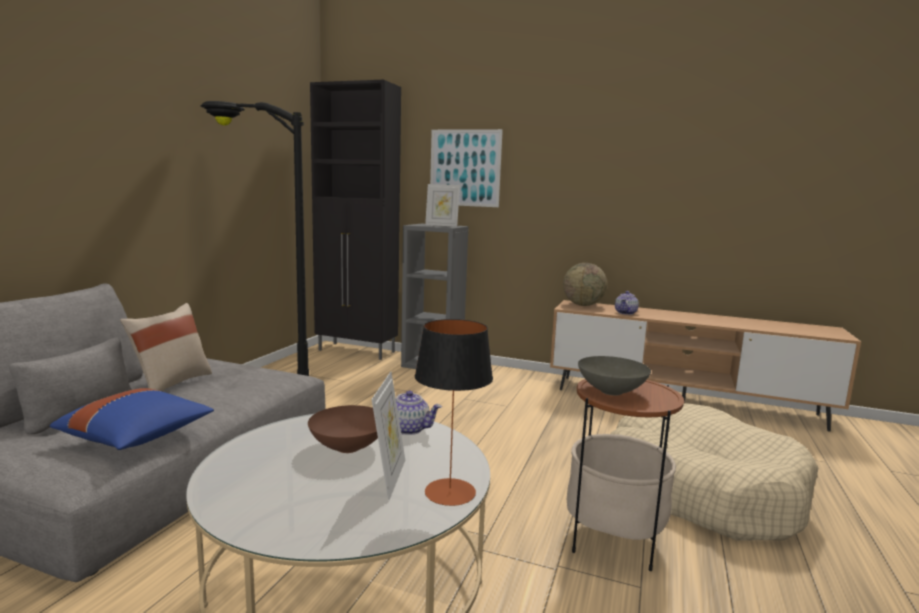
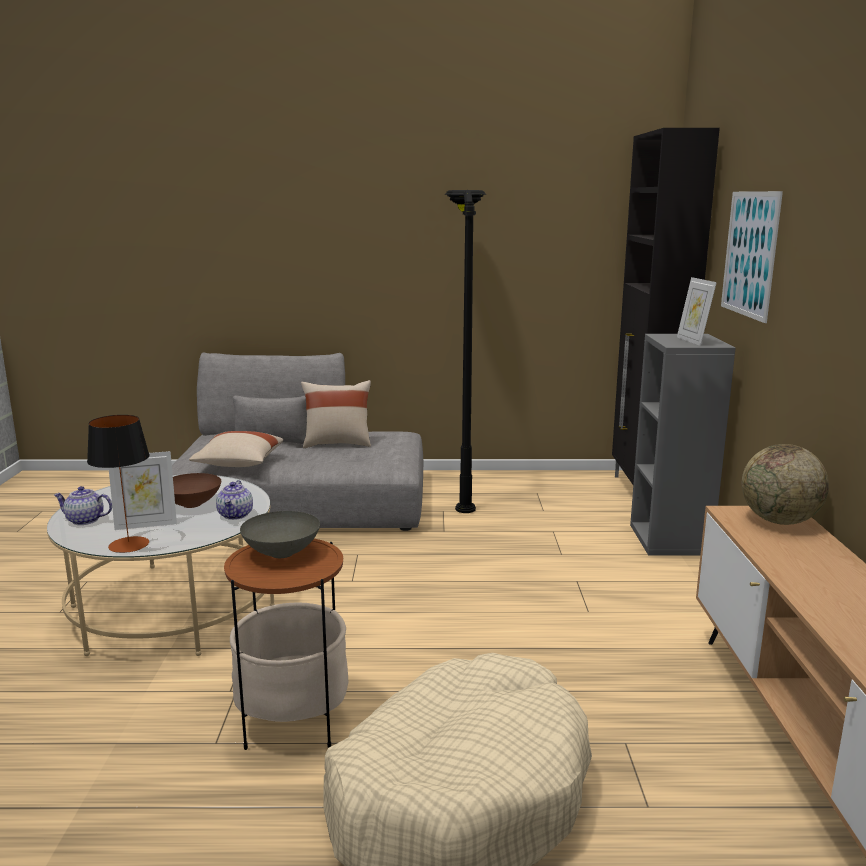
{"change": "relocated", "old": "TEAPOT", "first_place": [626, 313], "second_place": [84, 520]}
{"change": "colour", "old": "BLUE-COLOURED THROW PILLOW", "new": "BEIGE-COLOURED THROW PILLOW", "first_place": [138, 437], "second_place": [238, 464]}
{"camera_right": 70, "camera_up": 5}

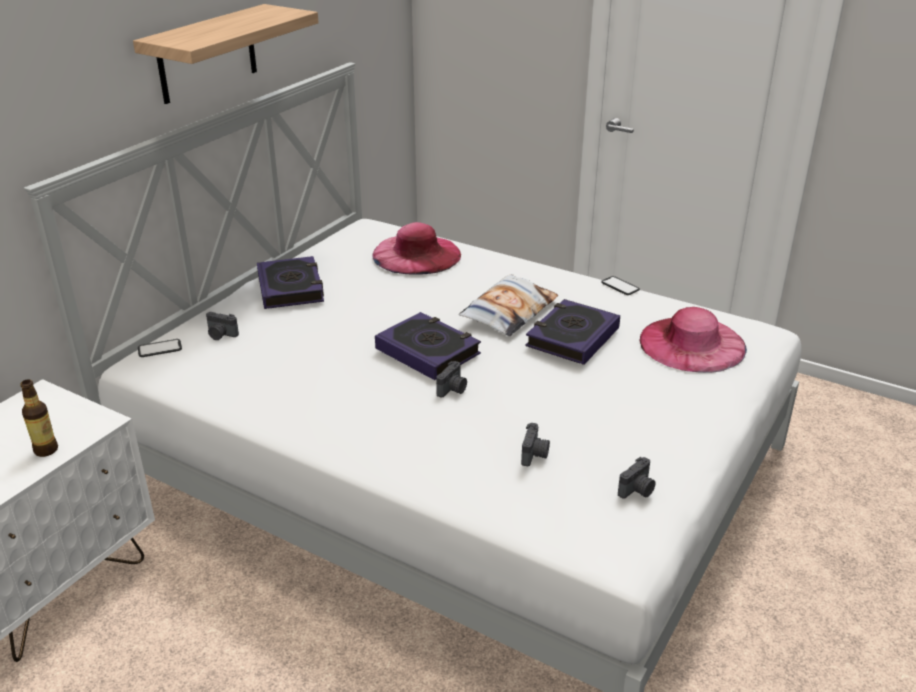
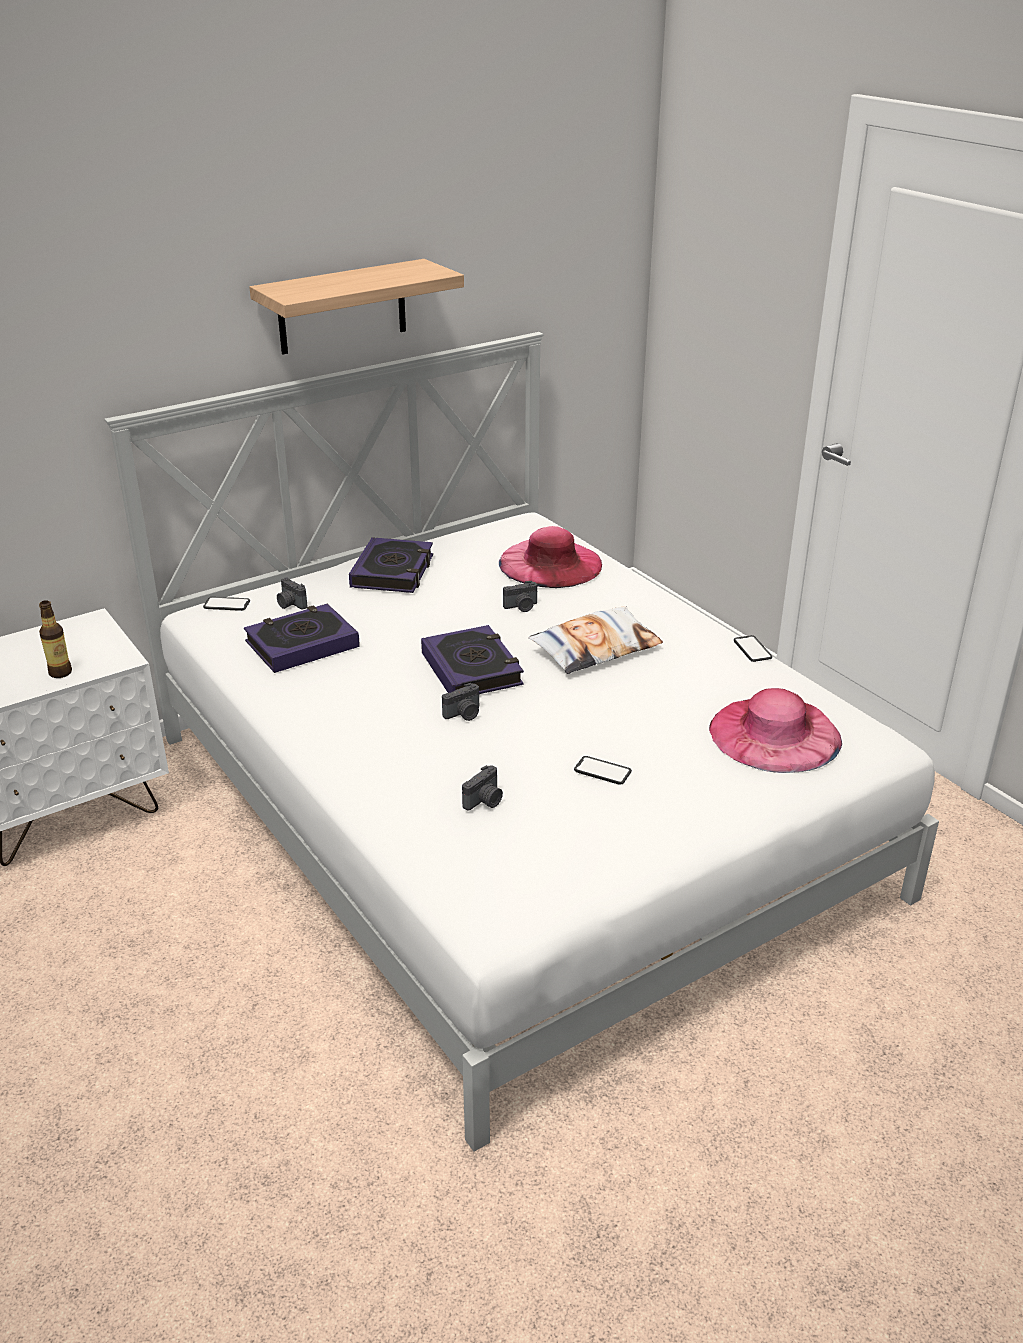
{"change": "relocated", "old": "BOOK", "first_place": [572, 337], "second_place": [302, 644]}
{"change": "relocated", "old": "STILL CAMERA", "first_place": [637, 490], "second_place": [521, 607]}
{"change": "appeared", "new": "HANDSET", "second_place": [602, 771]}
{"camera_right": 25, "camera_up": 0}

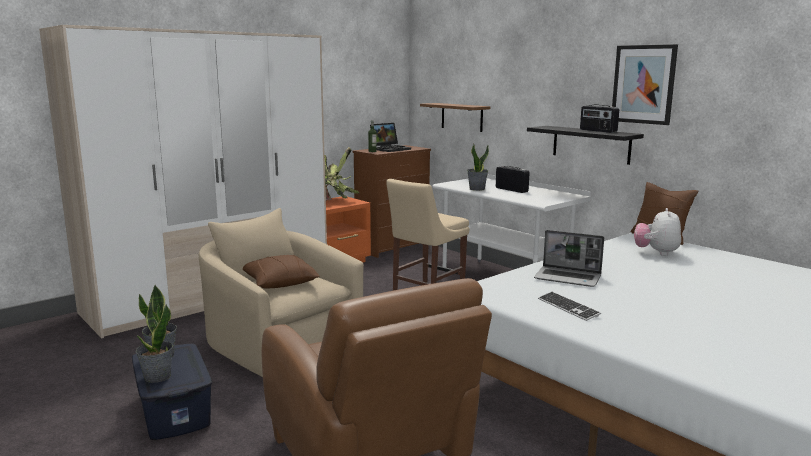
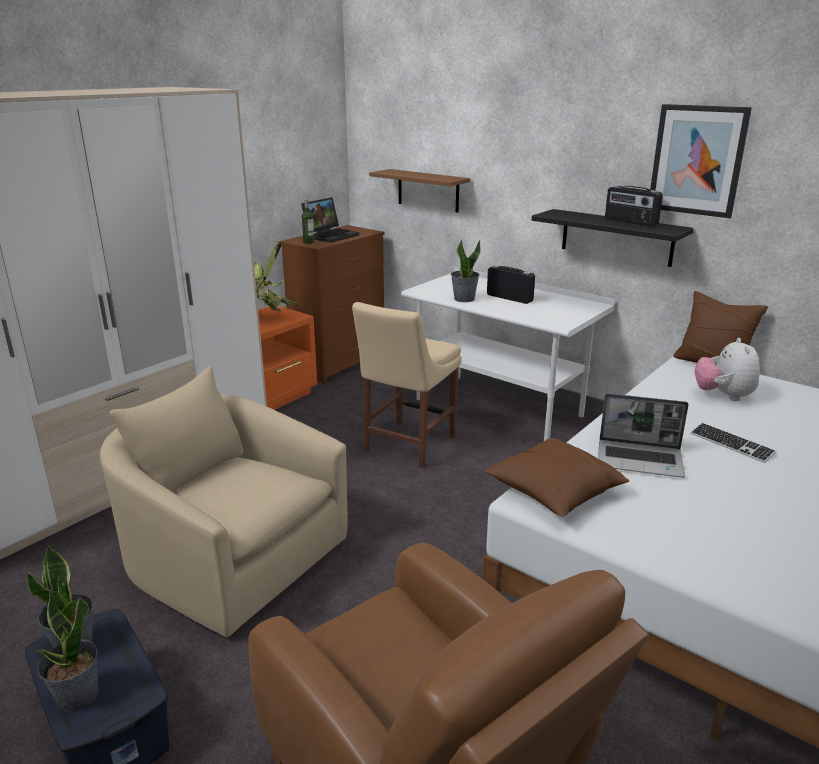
{"change": "relocated", "old": "BROWN THROW PILLOW", "first_place": [279, 283], "second_place": [553, 492]}
{"change": "relocated", "old": "PC KEYBOARD", "first_place": [568, 307], "second_place": [731, 444]}
{"camera_right": -10, "camera_up": 10}

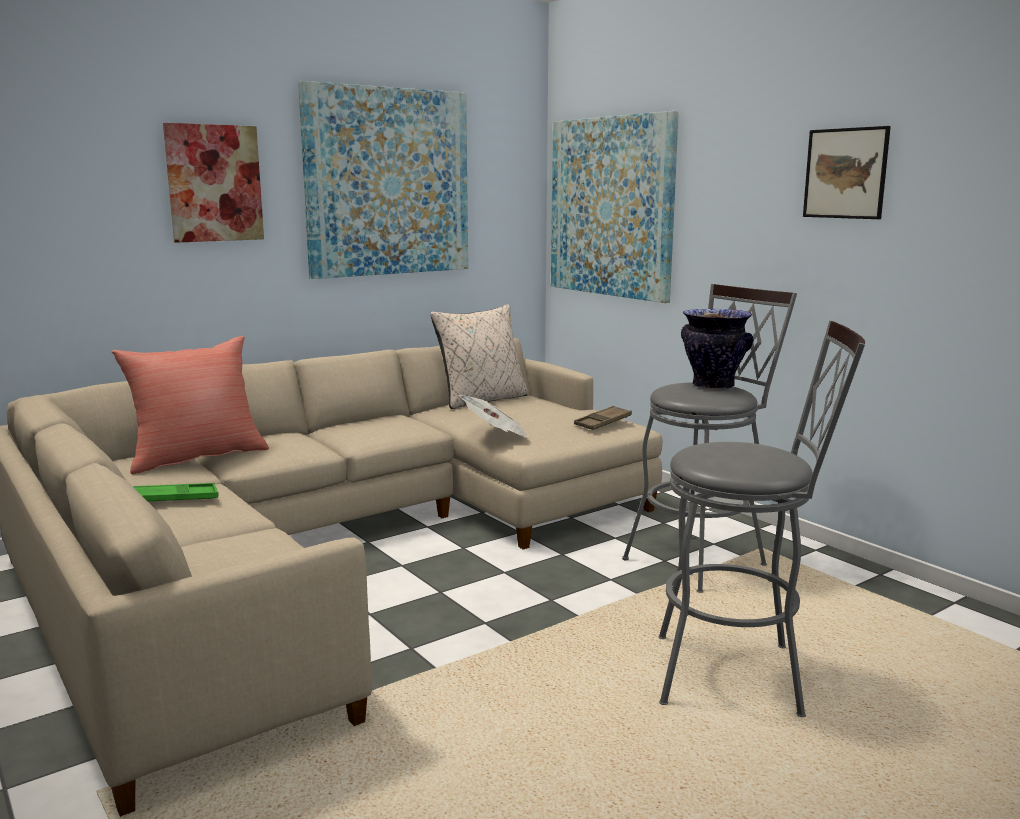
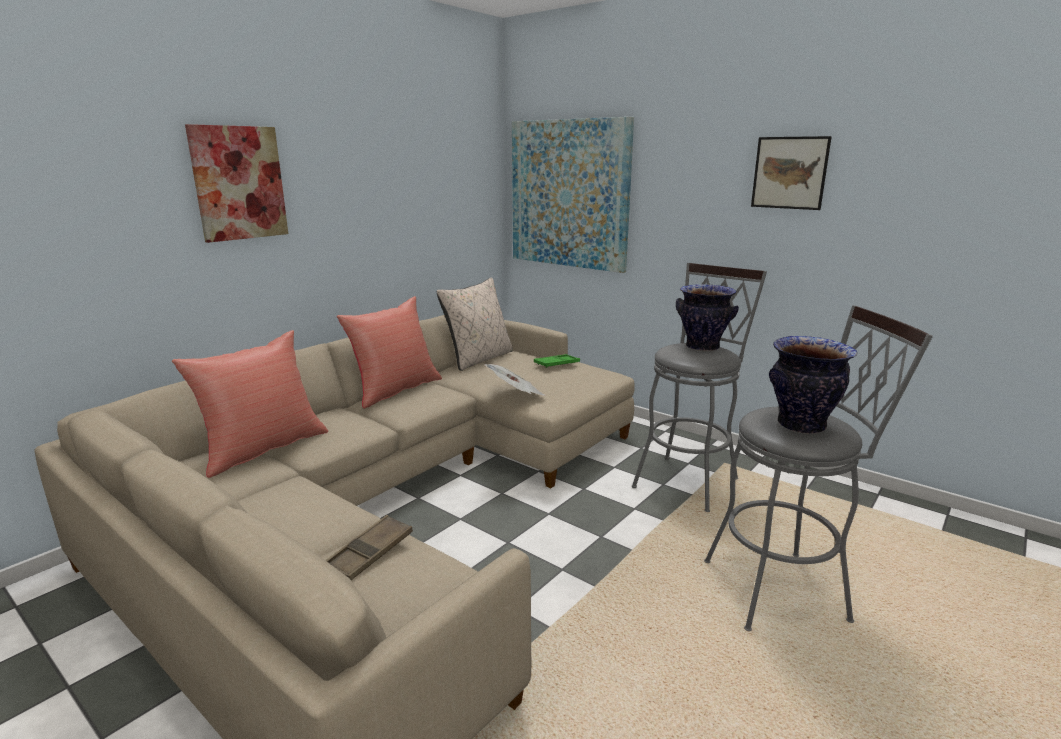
{"change": "relocated", "old": "BROWN TRAY", "first_place": [603, 422], "second_place": [370, 552]}
{"change": "appeared", "new": "RED THROW PILLOW", "second_place": [395, 390]}
{"change": "relocated", "old": "GREEN-COLOURED TRAY", "first_place": [176, 499], "second_place": [557, 364]}
{"change": "appeared", "new": "FLOWER VASE", "second_place": [802, 426]}
{"change": "missing", "old": "WALL ART", "first_place": [388, 182]}
{"camera_right": -15, "camera_up": 5}

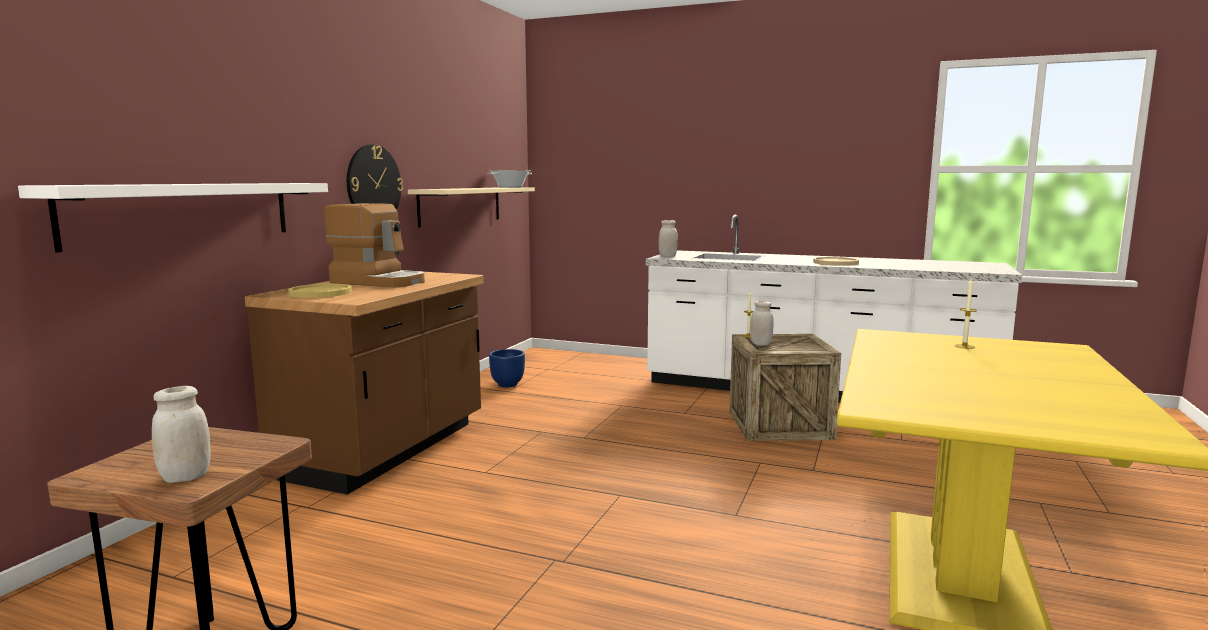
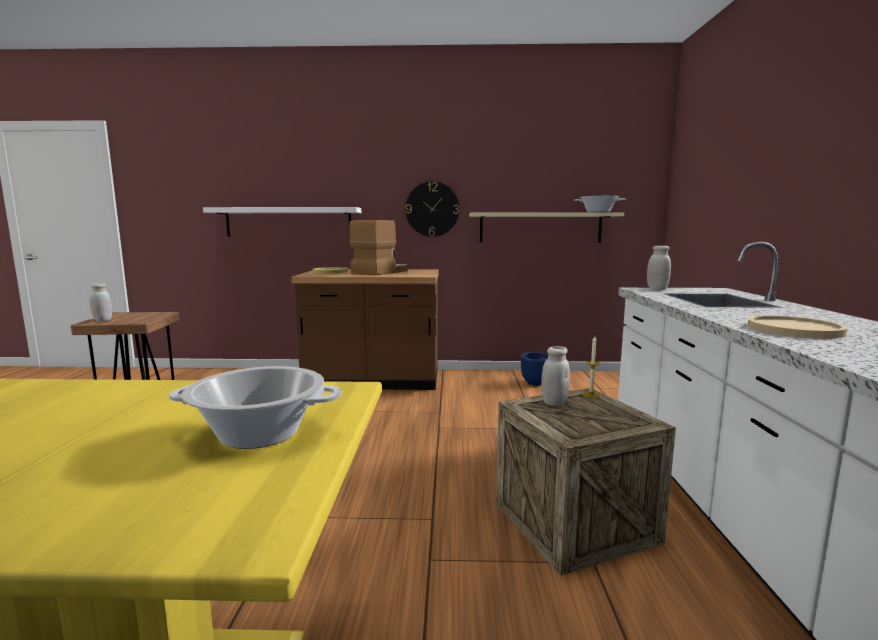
{"change": "exchanged", "old": "WAX CANDLE", "new": "SAUCEPOT", "first_place": [964, 346], "second_place": [259, 434]}
{"change": "spun", "old": "COFFEE BREWER", "first_place": [379, 282], "second_place": [380, 272], "degrees": -150}
{"camera_right": 70, "camera_up": 0}

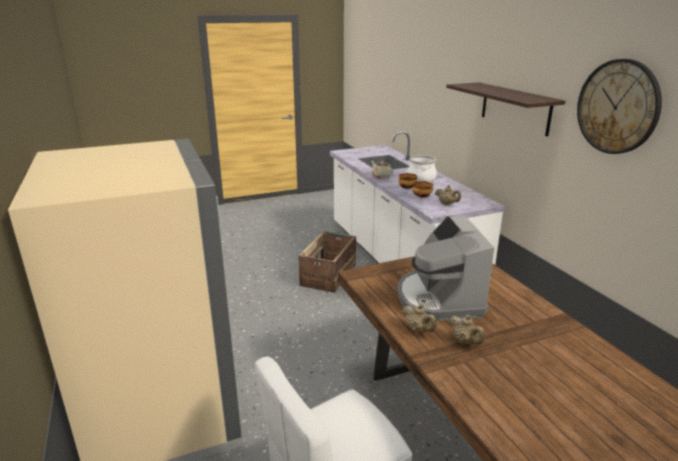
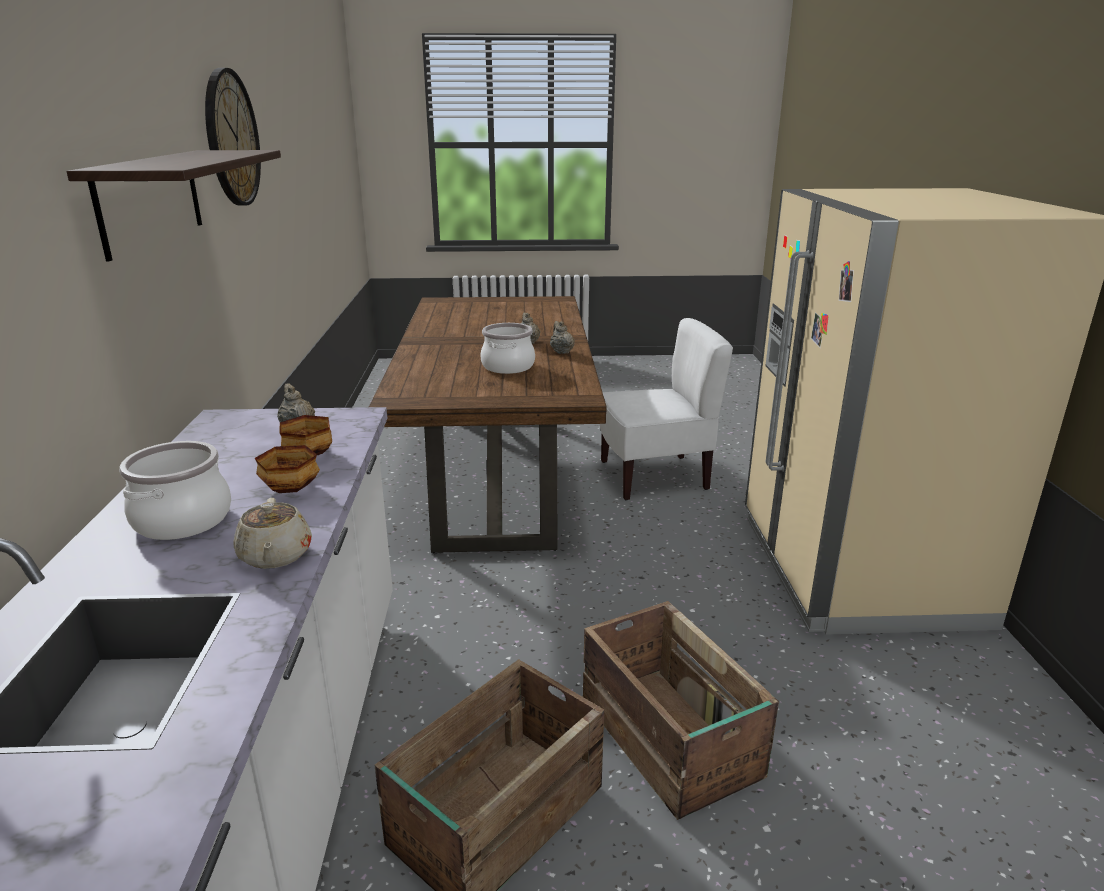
{"change": "exchanged", "old": "COFFEE BREWER", "new": "SAUCEPOT", "first_place": [439, 299], "second_place": [507, 366]}
{"change": "appeared", "new": "PACKING CRATE", "second_place": [669, 739]}
{"camera_right": -160, "camera_up": 0}

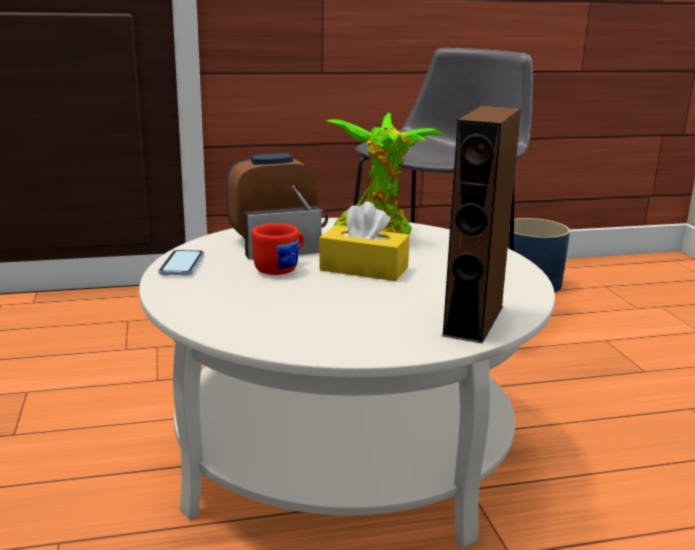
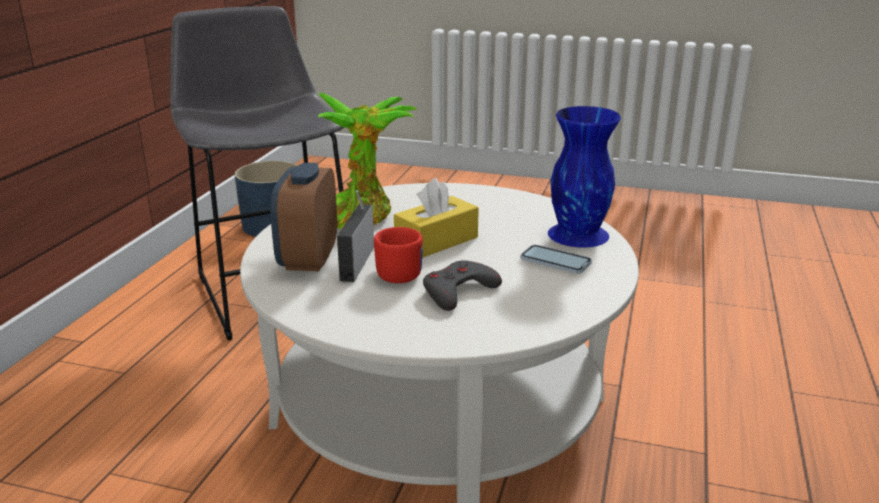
{"change": "appeared", "new": "GRAY JOYPAD", "second_place": [458, 291]}
{"change": "relocated", "old": "HANDSET", "first_place": [182, 265], "second_place": [555, 261]}
{"change": "exchanged", "old": "BROWN AUDIO SPEAKER", "new": "BLUE-COLOURED FLOWER VASE", "first_place": [473, 320], "second_place": [578, 234]}
{"camera_right": -60, "camera_up": 5}

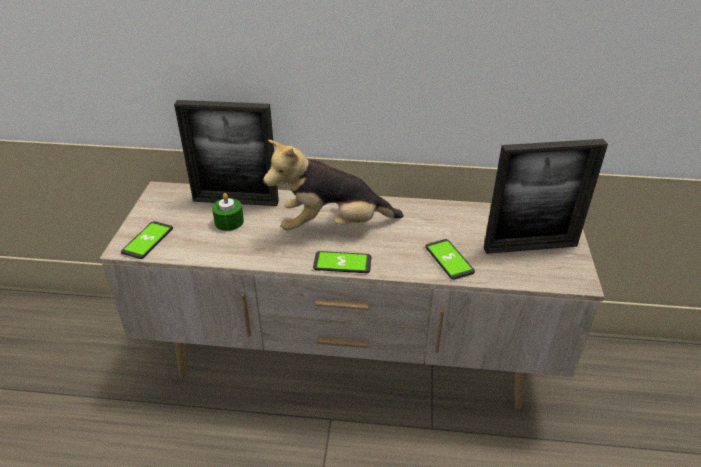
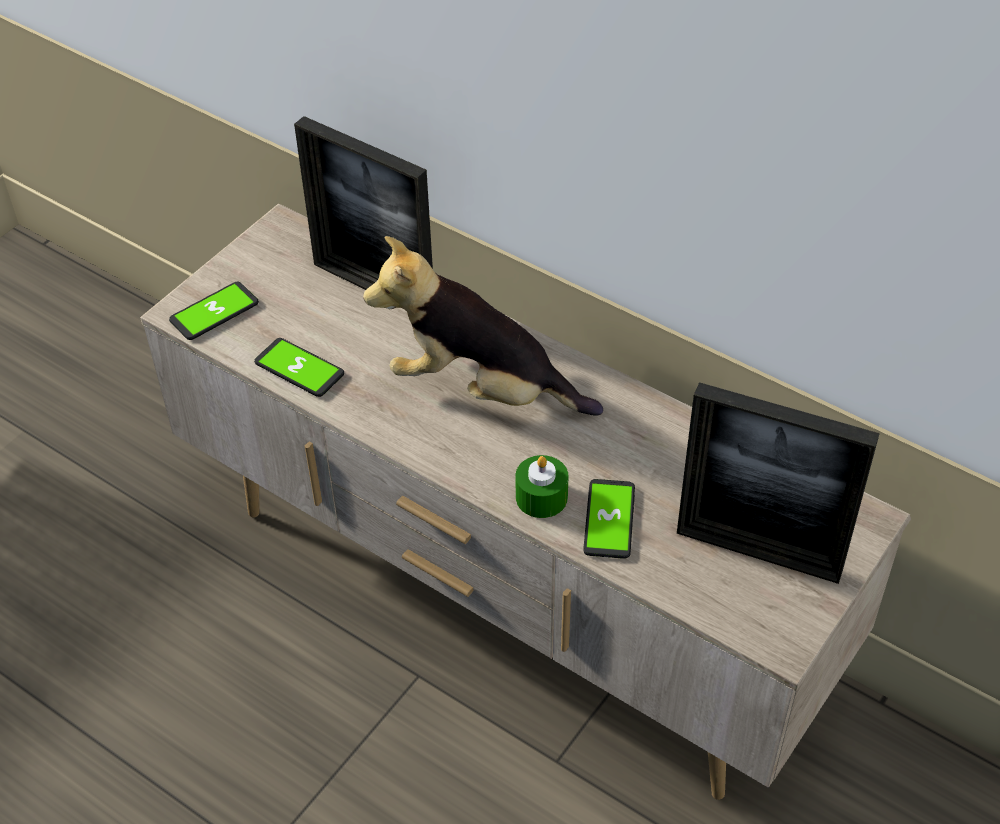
{"change": "relocated", "old": "HANDSET", "first_place": [342, 263], "second_place": [299, 368]}
{"change": "relocated", "old": "GREEN-COLOURED WAX CANDLE", "first_place": [229, 221], "second_place": [541, 497]}
{"camera_right": 30, "camera_up": 10}

